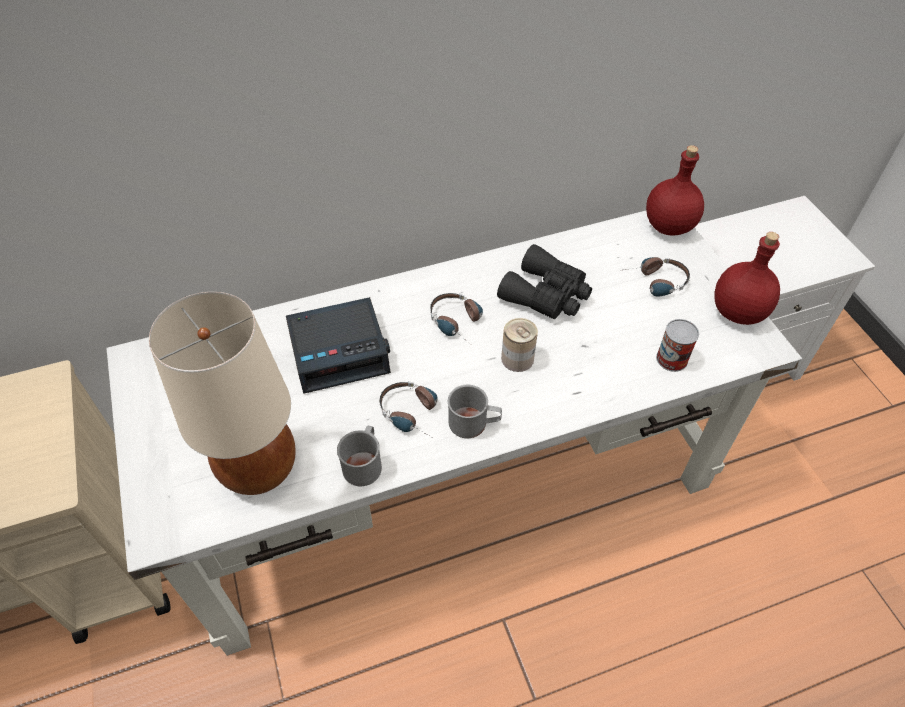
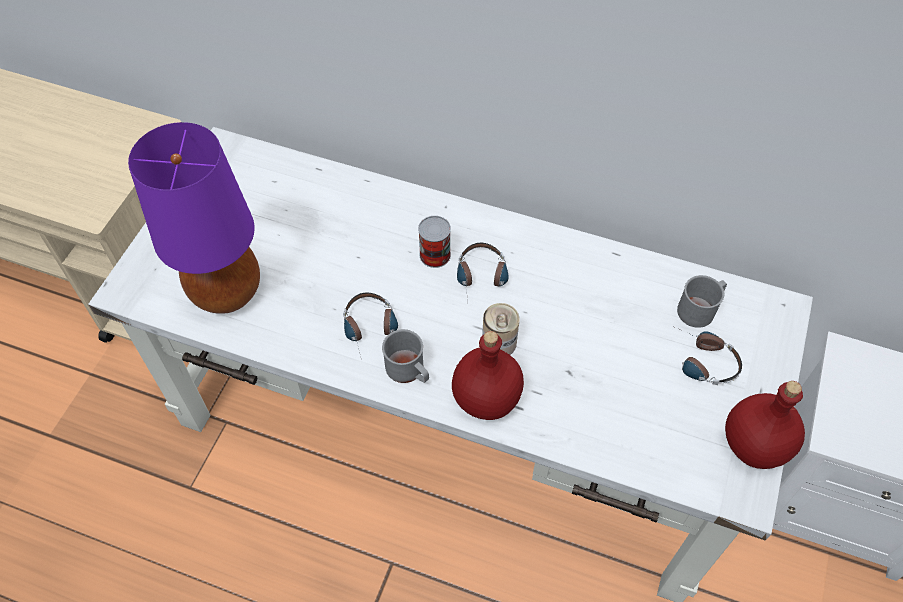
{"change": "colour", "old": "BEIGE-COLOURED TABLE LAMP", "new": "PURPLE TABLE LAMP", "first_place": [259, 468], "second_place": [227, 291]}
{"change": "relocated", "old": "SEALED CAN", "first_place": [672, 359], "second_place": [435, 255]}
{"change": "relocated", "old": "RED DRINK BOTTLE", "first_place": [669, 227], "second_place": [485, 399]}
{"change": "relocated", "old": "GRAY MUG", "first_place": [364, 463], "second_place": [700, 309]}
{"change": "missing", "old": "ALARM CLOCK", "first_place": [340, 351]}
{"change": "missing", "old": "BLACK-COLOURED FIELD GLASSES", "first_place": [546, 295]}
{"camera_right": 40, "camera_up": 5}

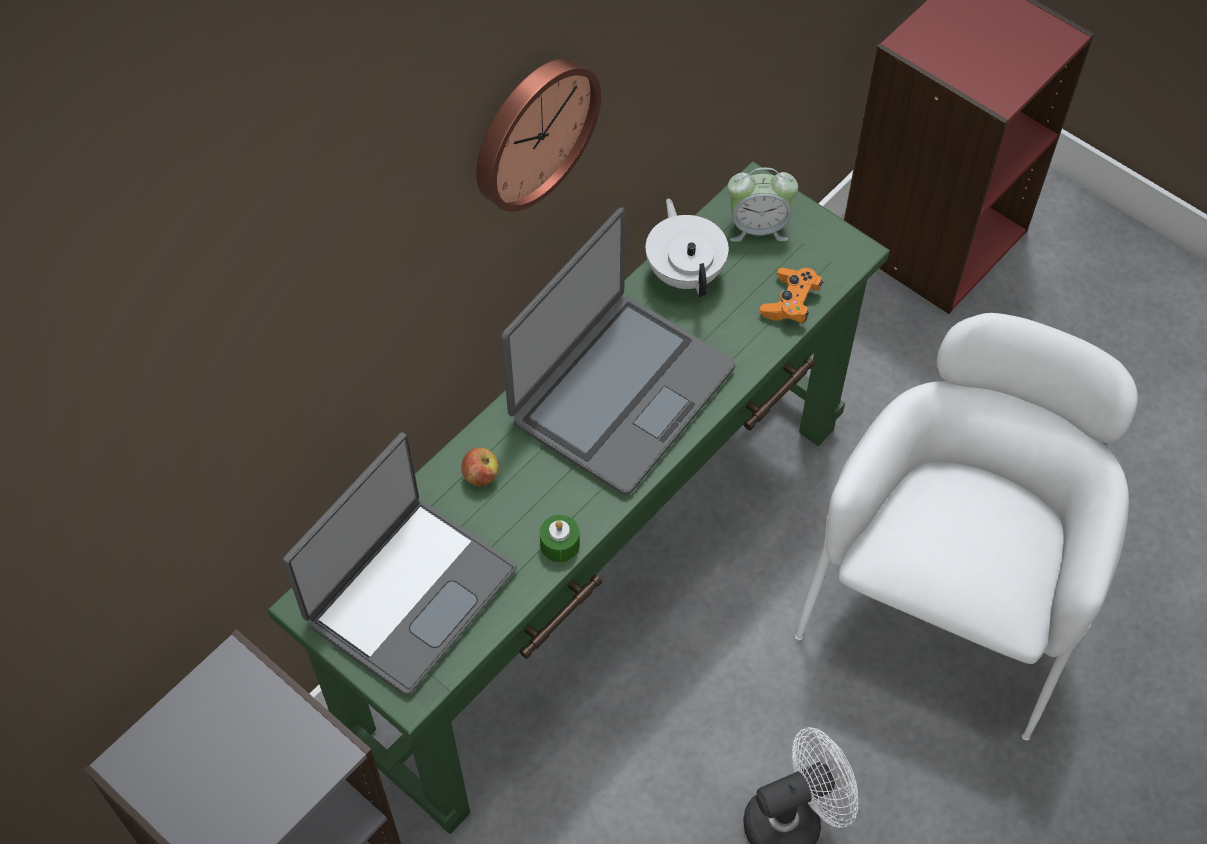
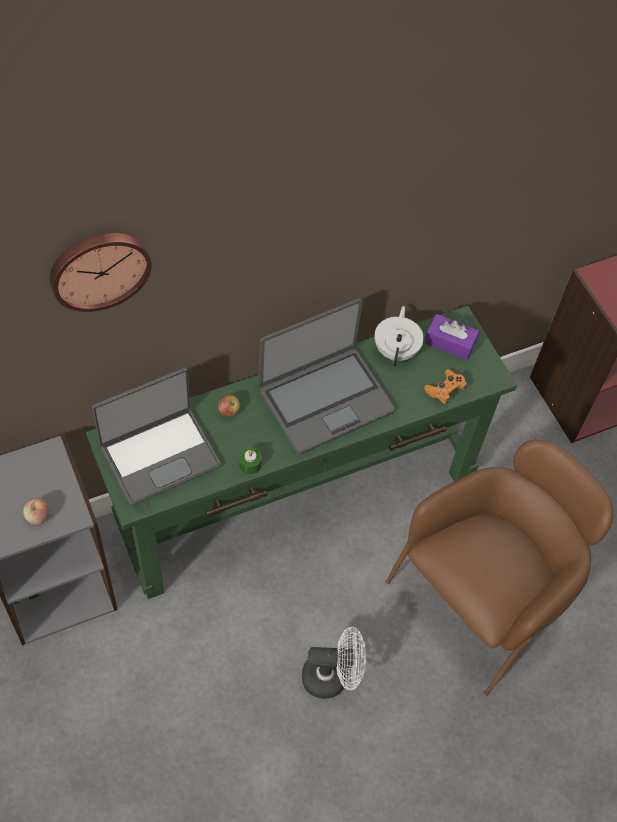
{"change": "appeared", "new": "WHOLE APPLE", "second_place": [38, 516]}
{"change": "relocated", "old": "HANGING CLOCK", "first_place": [532, 131], "second_place": [99, 268]}
{"change": "colour", "old": "WHITE-COLOURED ARMCHAIR", "new": "BROWN ARMCHAIR", "first_place": [946, 602], "second_place": [481, 601]}
{"change": "exchanged", "old": "ALARM CLOCK", "new": "PURPLE BOX OF TISSUES", "first_place": [758, 227], "second_place": [450, 343]}
{"camera_right": 20, "camera_up": 0}

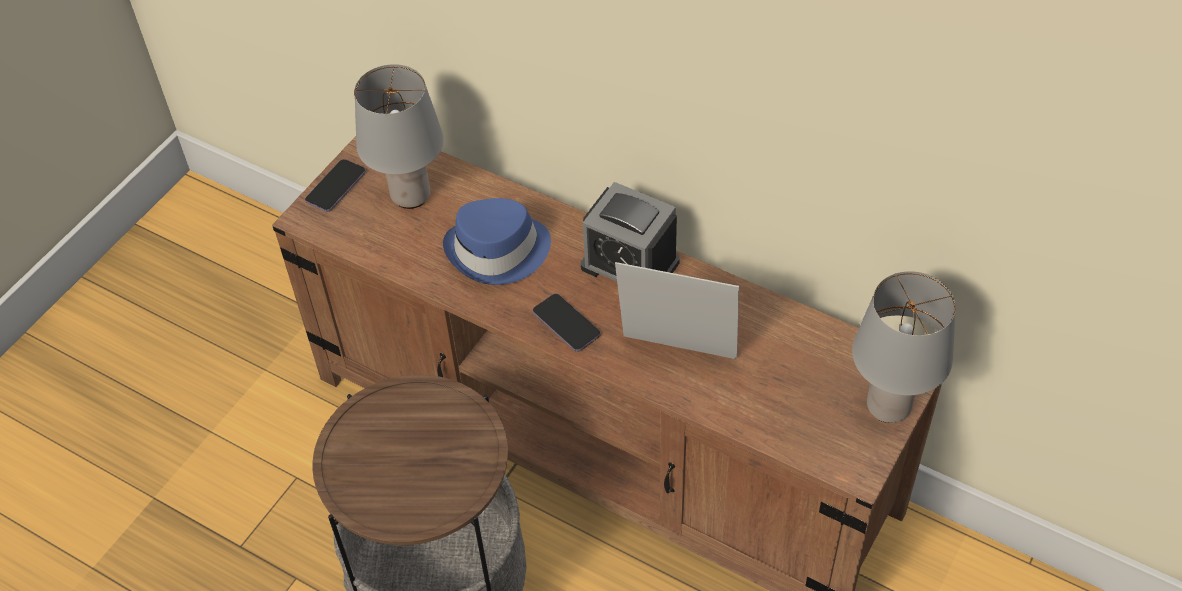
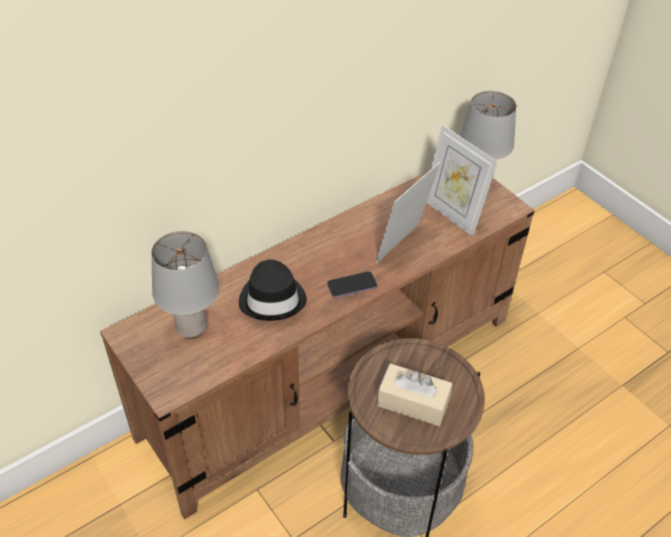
{"change": "colour", "old": "BLUE-COLOURED WEARABLE HAT", "new": "BLACK-COLOURED WEARABLE HAT", "first_place": [498, 251], "second_place": [273, 298]}
{"change": "appeared", "new": "BEIGE-COLOURED BOX OF TISSUES", "second_place": [413, 402]}
{"change": "appeared", "new": "PICTURE FRAME", "second_place": [452, 214]}
{"change": "missing", "old": "HANDSET", "first_place": [336, 187]}
{"change": "missing", "old": "ALARM CLOCK", "first_place": [630, 264]}
{"camera_right": -70, "camera_up": -5}

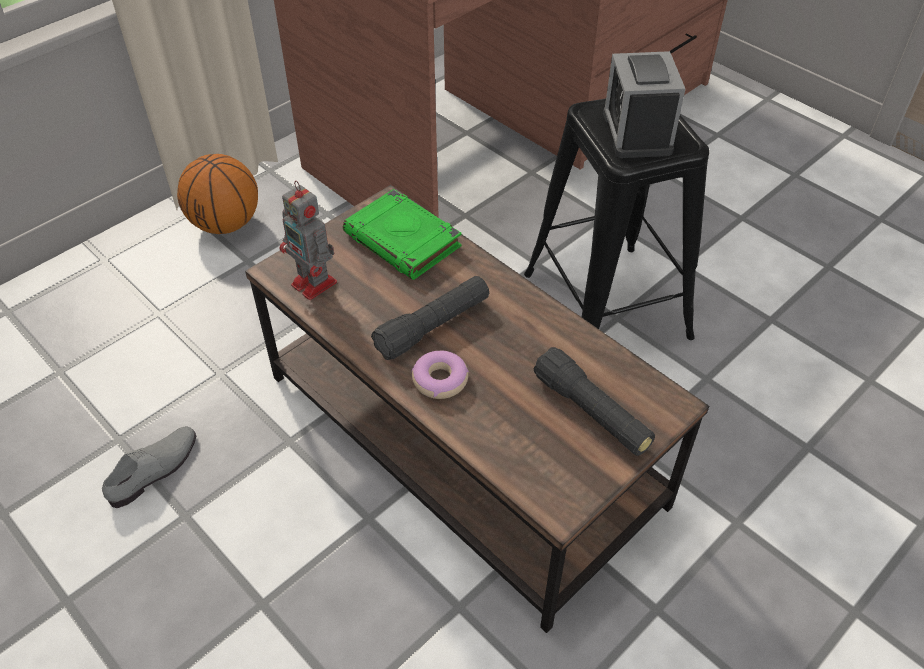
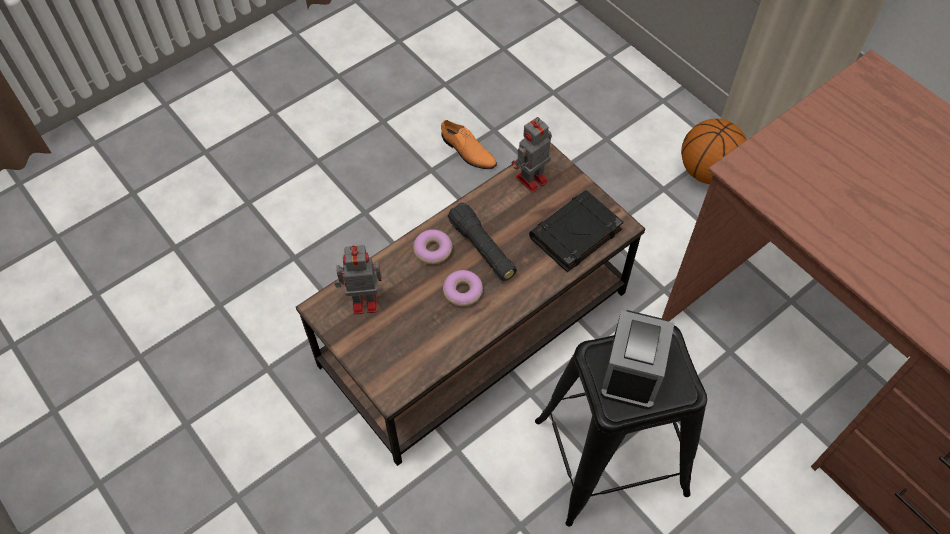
{"change": "appeared", "new": "MODEL ROBOT", "second_place": [362, 301]}
{"change": "colour", "old": "GRAY ITEM OF FOOTWEAR", "new": "ORANGE-COLOURED ITEM OF FOOTWEAR", "first_place": [155, 470], "second_place": [467, 151]}
{"change": "appeared", "new": "DOUGHNUT", "second_place": [462, 291]}
{"change": "colour", "old": "GREEN-COLOURED BOOK", "new": "BLACK-COLOURED BOOK", "first_place": [404, 241], "second_place": [575, 234]}
{"change": "spun", "old": "ALARM CLOCK", "first_place": [637, 132], "second_place": [632, 371], "degrees": 105}
{"change": "missing", "old": "BLACK-COLOURED FLASHLIGHT", "first_place": [591, 412]}
{"camera_right": 95, "camera_up": 10}

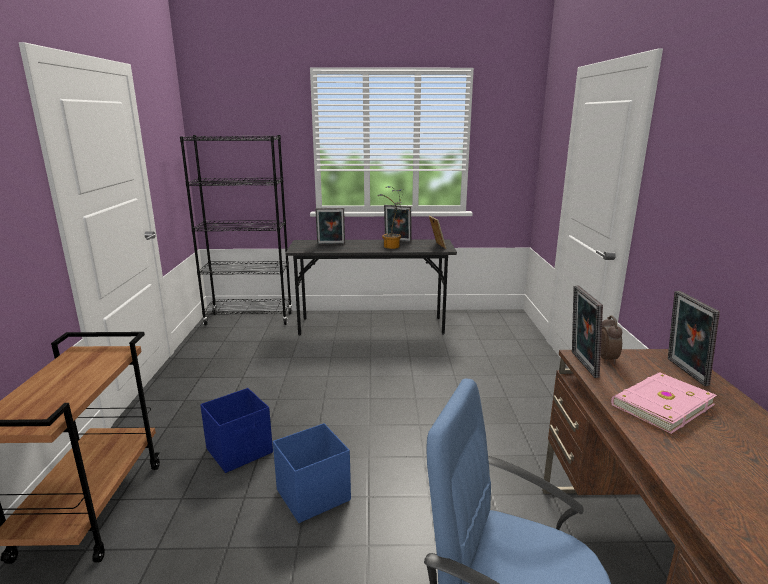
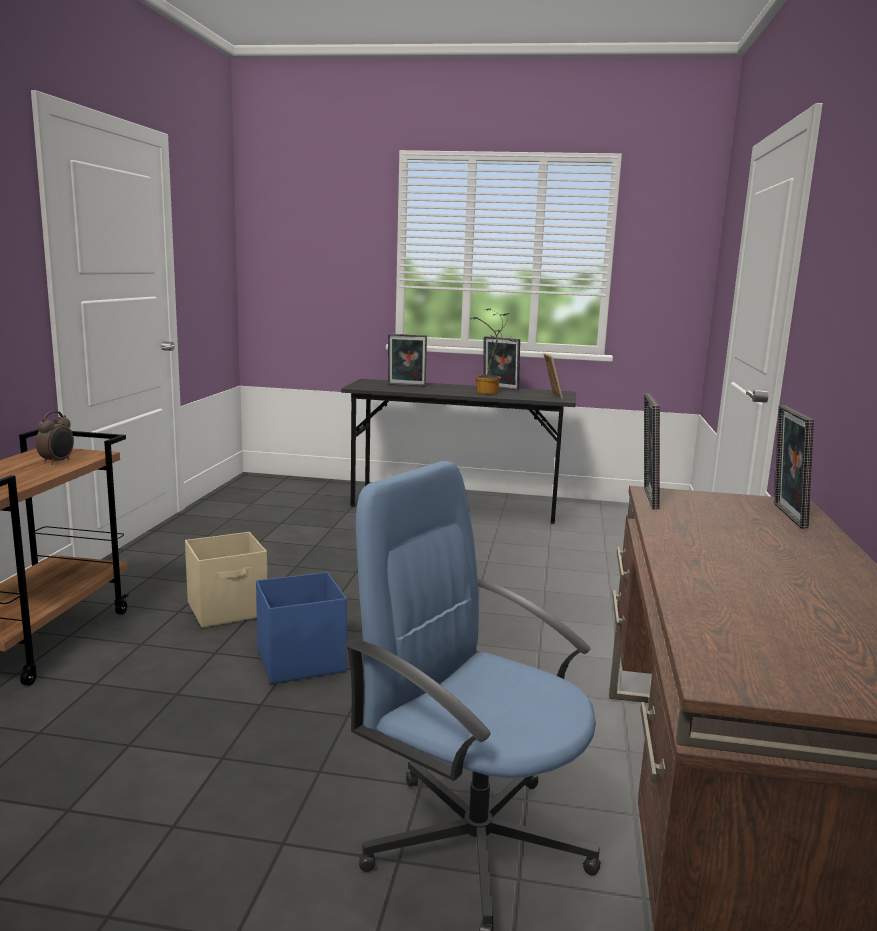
{"change": "relocated", "old": "ALARM CLOCK", "first_place": [607, 359], "second_place": [57, 462]}
{"change": "colour", "old": "BLUE-COLOURED STORAGE BIN", "new": "BEIGE-COLOURED STORAGE BIN", "first_place": [240, 451], "second_place": [228, 610]}
{"change": "missing", "old": "BLACK-COLOURED BOOKCASE", "first_place": [249, 319]}
{"change": "missing", "old": "PINK-COLOURED BOOK", "first_place": [660, 404]}
{"camera_right": 10, "camera_up": -5}

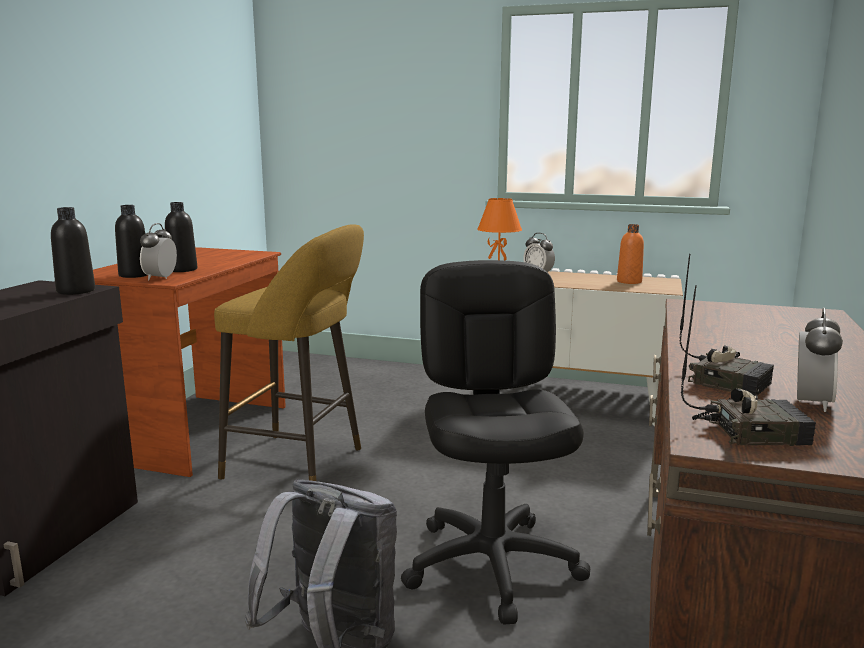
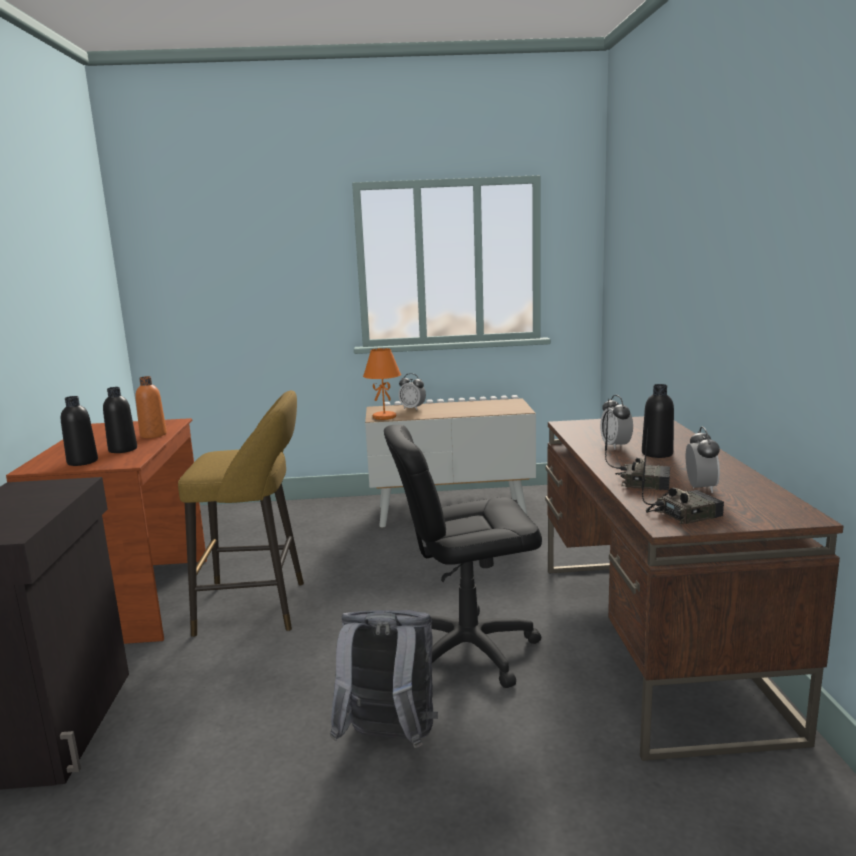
{"change": "relocated", "old": "ORANGE-COLOURED DRINK BOTTLE", "first_place": [629, 281], "second_place": [153, 435]}
{"change": "spun", "old": "BLACK-COLOURED OFFICE CHAIR", "first_place": [492, 565], "second_place": [468, 650], "degrees": -75}
{"change": "relocated", "old": "ALARM CLOCK", "first_place": [160, 278], "second_place": [615, 446]}
{"change": "relocated", "old": "BLACK-COLOURED DRINK BOTTLE", "first_place": [76, 291], "second_place": [657, 454]}
{"camera_right": -20, "camera_up": 0}

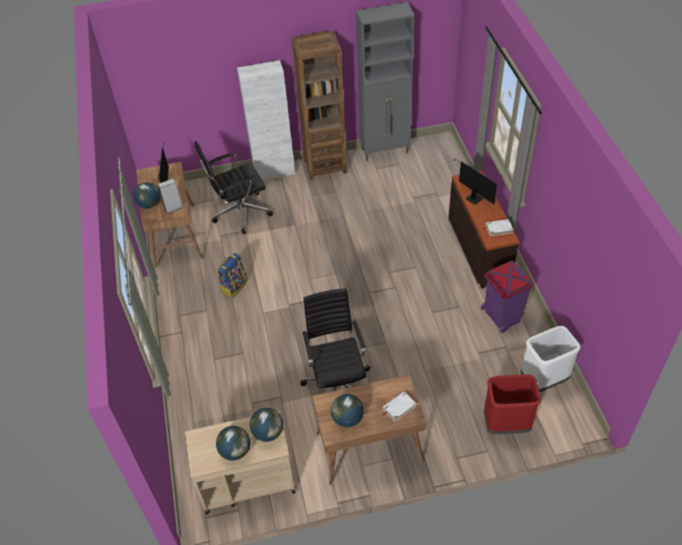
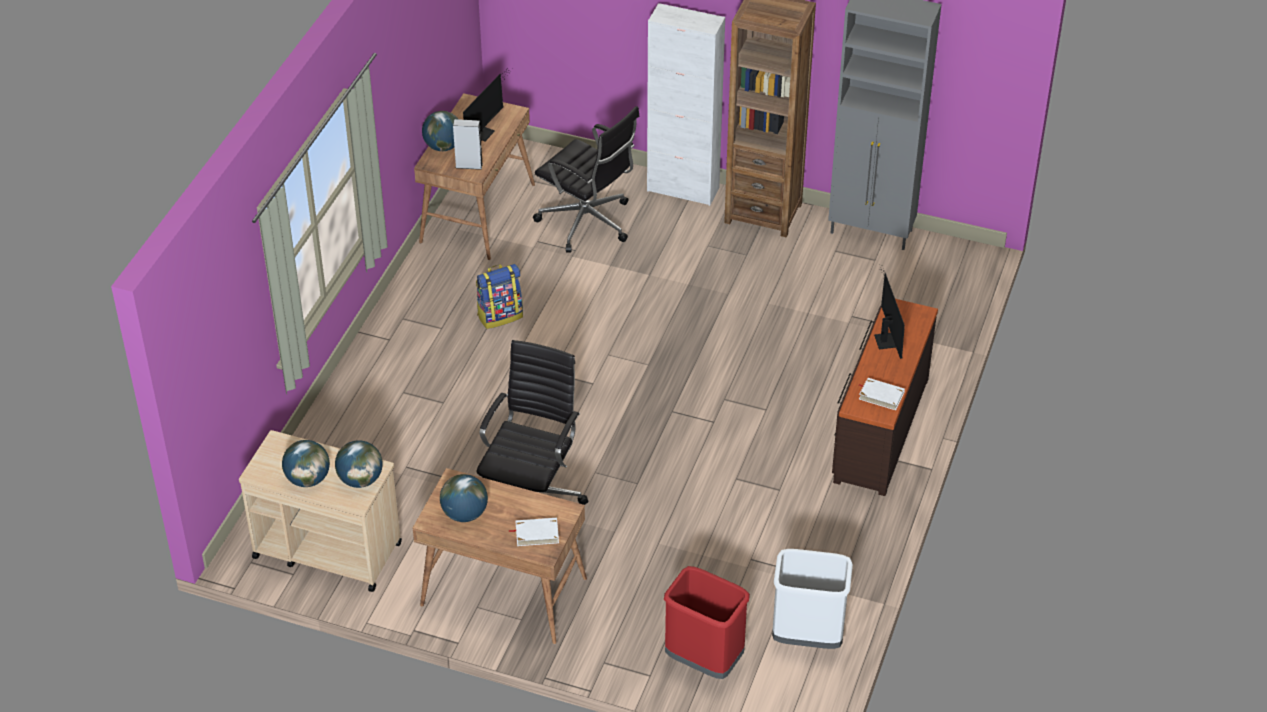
{"change": "spun", "old": "BLACK-COLOURED OFFICE CHAIR", "first_place": [239, 213], "second_place": [588, 223], "degrees": -150}
{"change": "missing", "old": "PURPLE WASTE BIN", "first_place": [501, 316]}
{"camera_right": 30, "camera_up": -5}

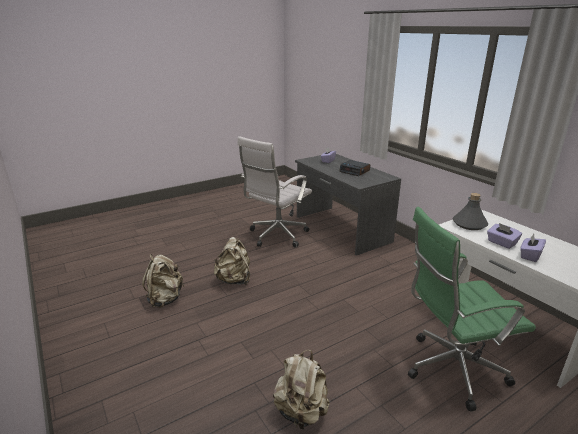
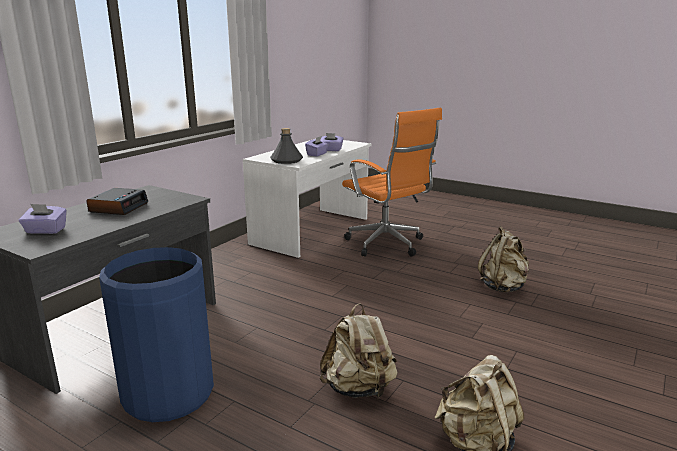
{"change": "exchanged", "old": "WHITE-COLOURED OFFICE CHAIR", "new": "BLUE-COLOURED WASTE BIN", "first_place": [276, 236], "second_place": [168, 394]}
{"change": "colour", "old": "GREEN-COLOURED OFFICE CHAIR", "new": "ORANGE-COLOURED OFFICE CHAIR", "first_place": [450, 370], "second_place": [387, 245]}
{"camera_right": -115, "camera_up": -5}

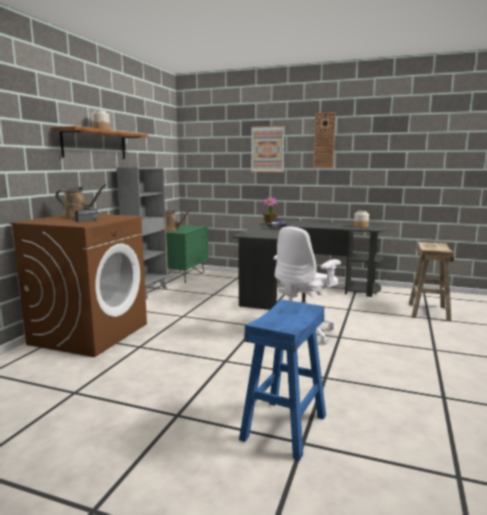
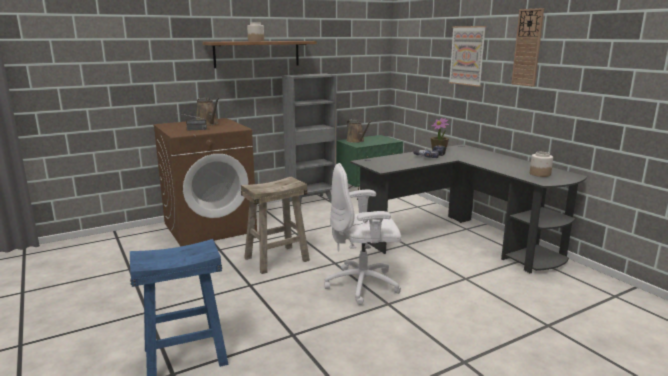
{"change": "relocated", "old": "BEIGE-COLOURED SITTING STOOL", "first_place": [428, 311], "second_place": [276, 259]}
{"camera_right": 40, "camera_up": 5}

